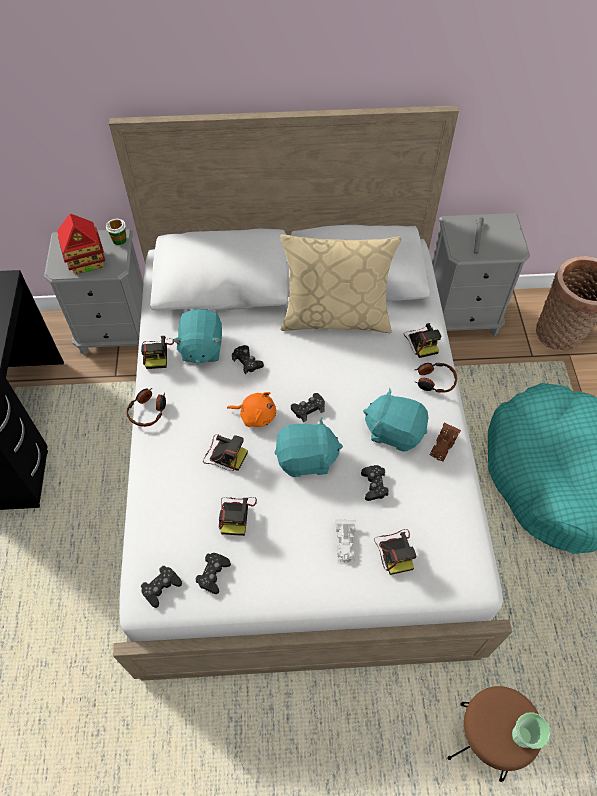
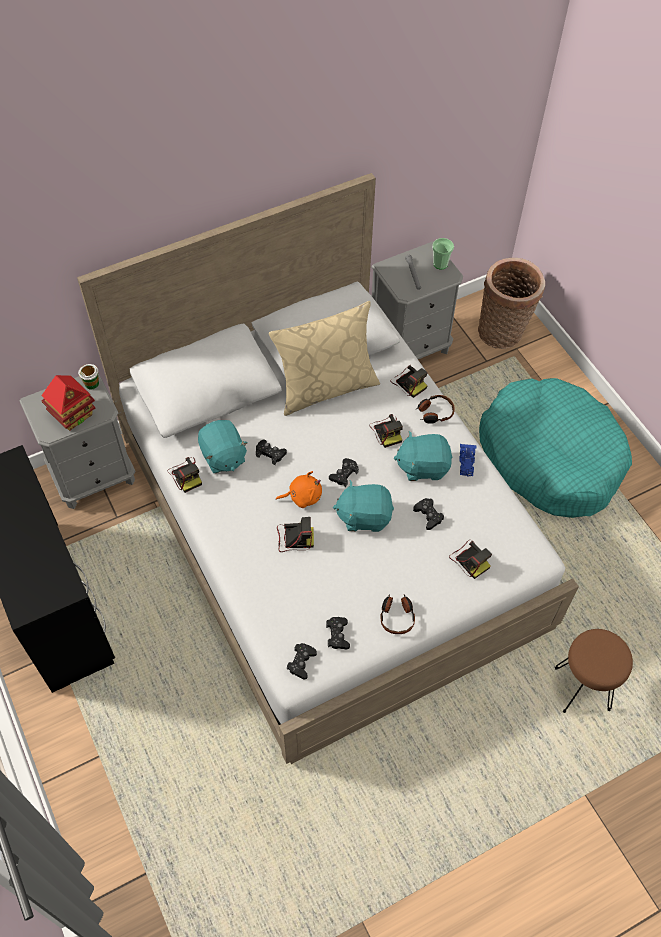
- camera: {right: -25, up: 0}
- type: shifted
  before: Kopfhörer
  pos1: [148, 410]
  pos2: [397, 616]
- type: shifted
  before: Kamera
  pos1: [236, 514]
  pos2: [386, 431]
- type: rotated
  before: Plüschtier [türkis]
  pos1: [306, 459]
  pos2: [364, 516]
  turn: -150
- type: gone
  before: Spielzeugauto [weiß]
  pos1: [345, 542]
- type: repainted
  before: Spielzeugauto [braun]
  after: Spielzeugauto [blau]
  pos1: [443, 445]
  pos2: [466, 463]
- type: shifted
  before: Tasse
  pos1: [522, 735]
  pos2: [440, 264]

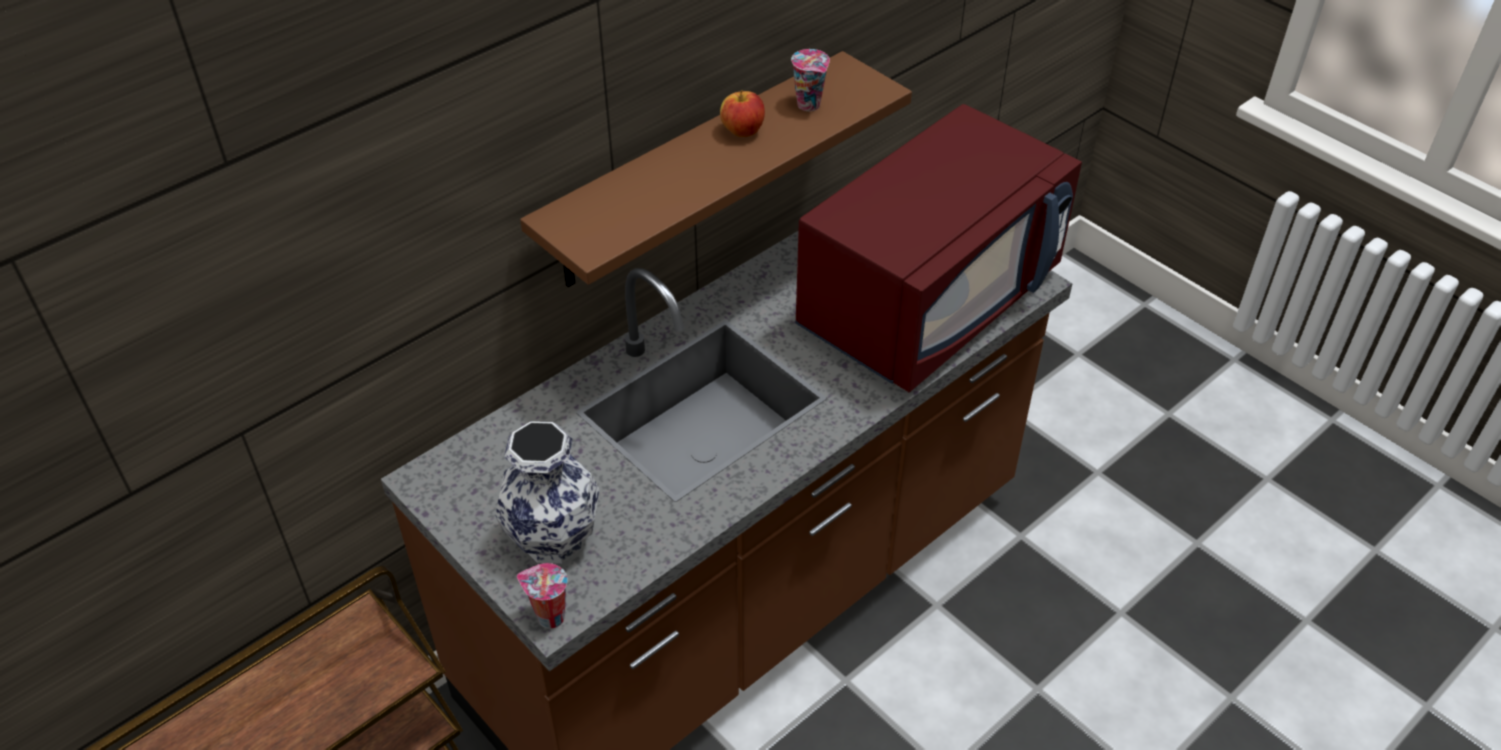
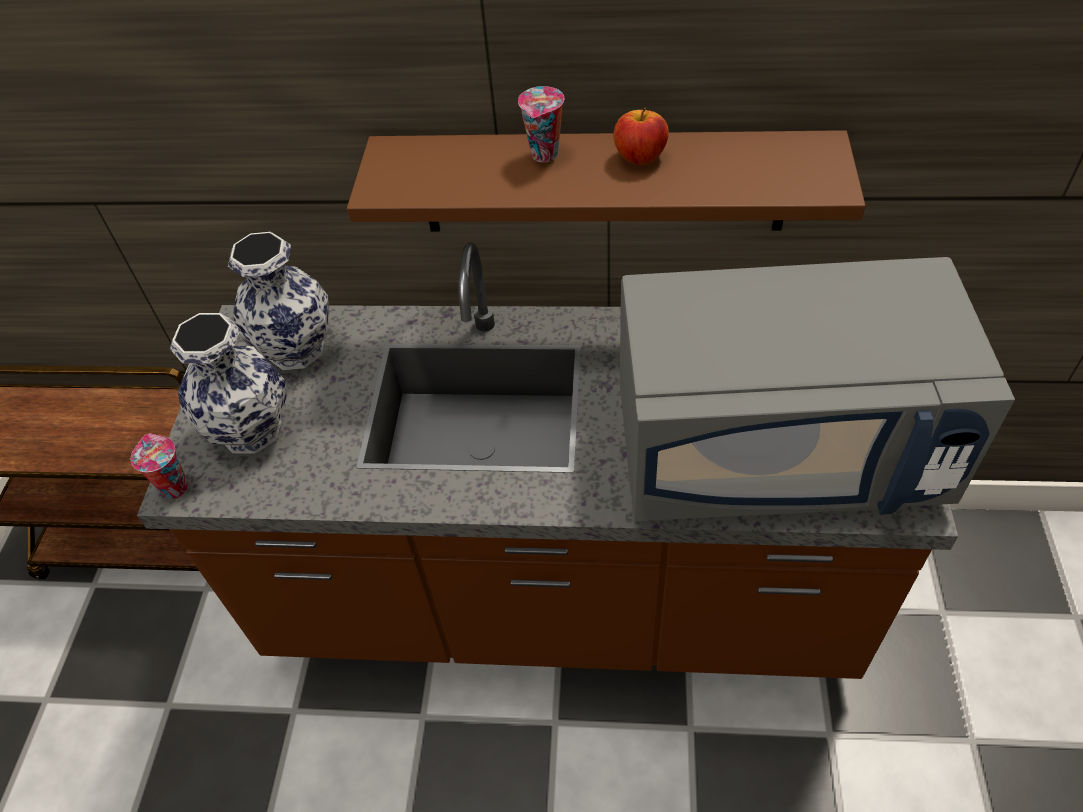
- camera: {right: 50, up: 5}
- type: shifted
  before: Tasse
  pos1: [810, 105]
  pos2: [545, 155]
- type: repainted
  before: Mikrowelle [rot]
  after: Mikrowelle [grau]
  pos1: [929, 301]
  pos2: [777, 450]
- type: new
  after: Vase
  pos2: [297, 348]

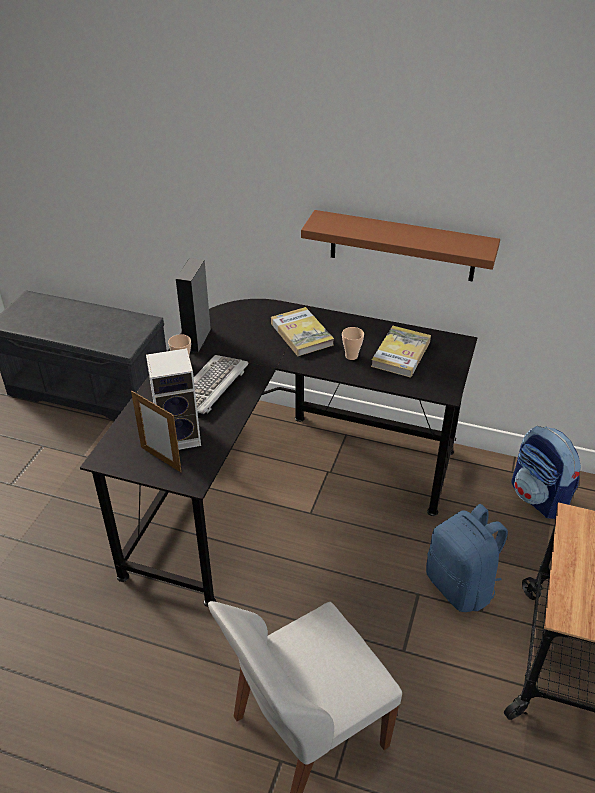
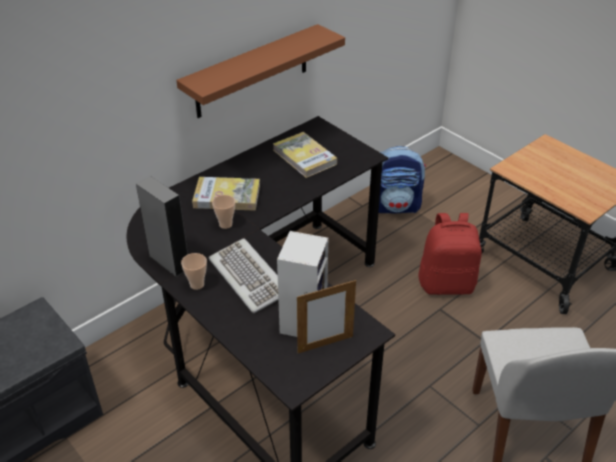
- camera: {right: -60, up: 0}
- type: shifted
  before: Tasse
  pos1: [351, 356]
  pos2: [225, 224]
- type: repainted
  before: Rucksack [blau]
  after: Rucksack [rot]
  pos1: [461, 586]
  pos2: [446, 283]

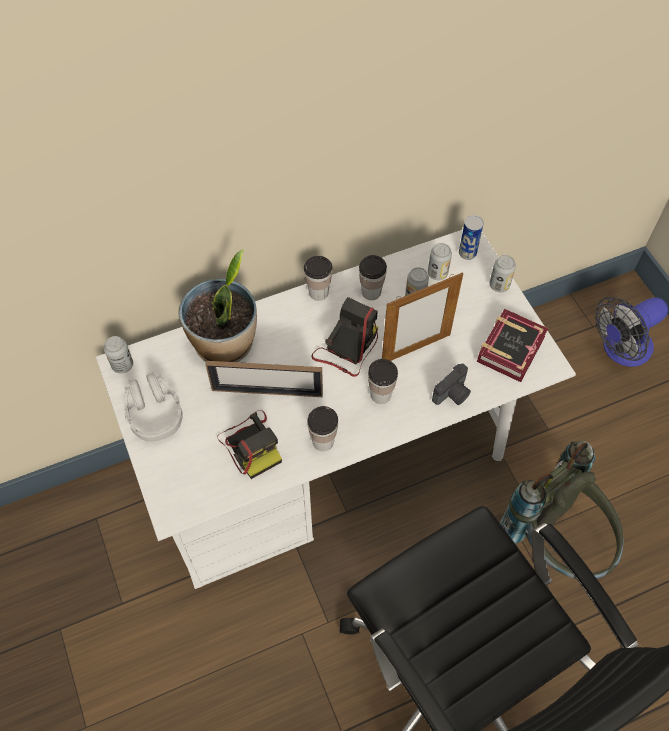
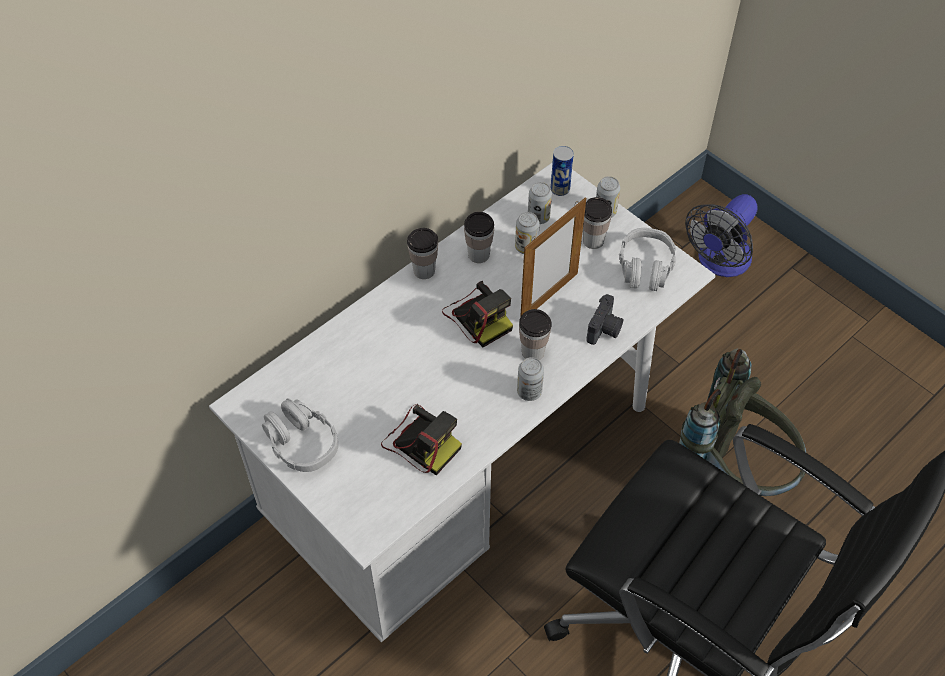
- camera: {right: -20, up: -5}
- type: shifted
  before: Dose
  pos1: [122, 365]
  pos2: [529, 392]
- type: gone
  before: Topfpflanze
  pos1: [225, 344]
- type: gone
  before: Bilderrahmen
  pos1: [267, 392]
- type: shifted
  before: Tasse
  pos1: [323, 441]
  pos2: [593, 240]
- type: rotated
  before: Kamera
  pos1: [347, 348]
  pos2: [478, 316]
  turn: 135
- type: swapped
  before: Buch
  after: Kopfhörer [grau]
  pos1: [513, 347]
  pos2: [645, 267]

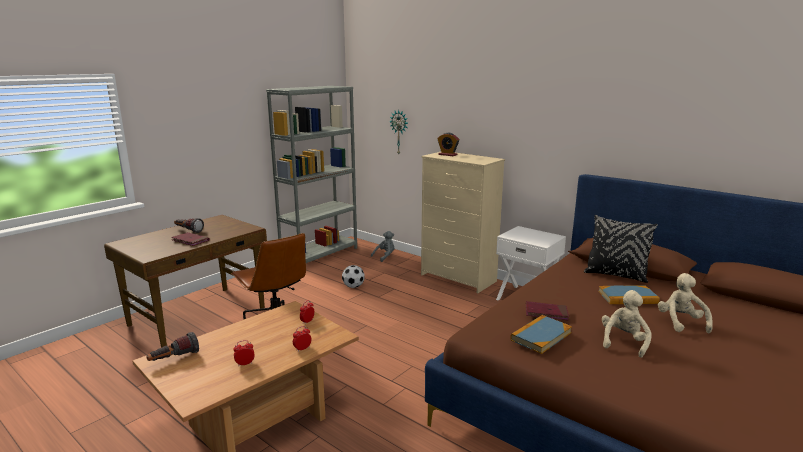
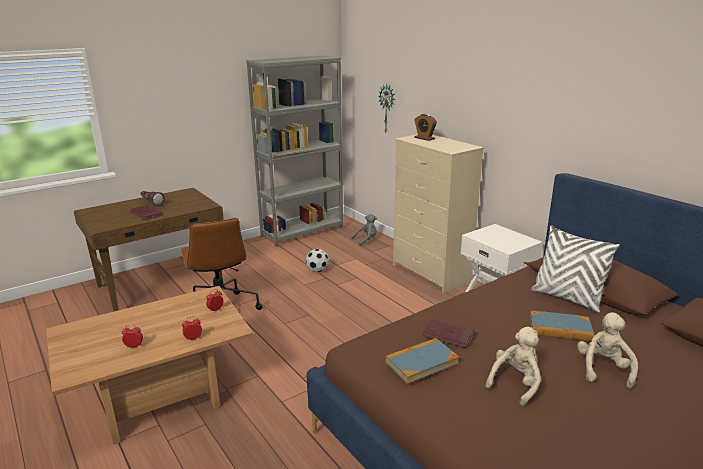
- camera: {right: 15, up: 5}
- type: gone
  before: Taschenlampe
  pos1: [174, 359]
- type: repainted
  before: Kissen [schwarz]
  after: Kissen [weiß]
  pos1: [615, 275]
  pos2: [567, 298]

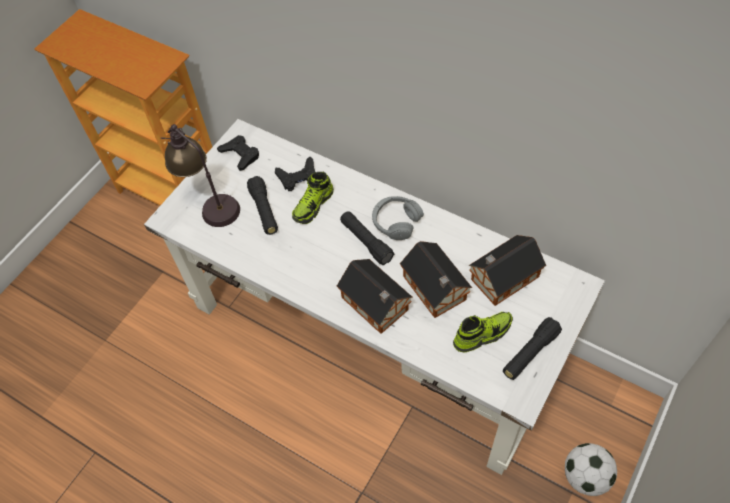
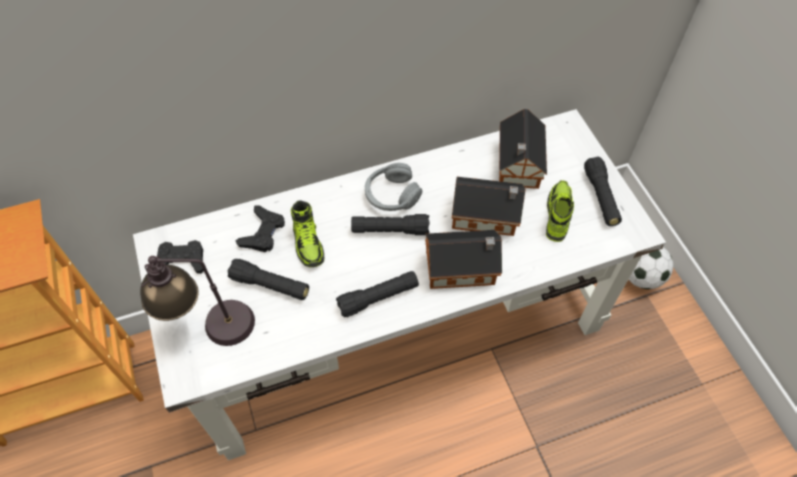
- camera: {right: -55, up: 0}
- type: new
  after: Taschenlampe [schwarz]
  pos2: [378, 298]

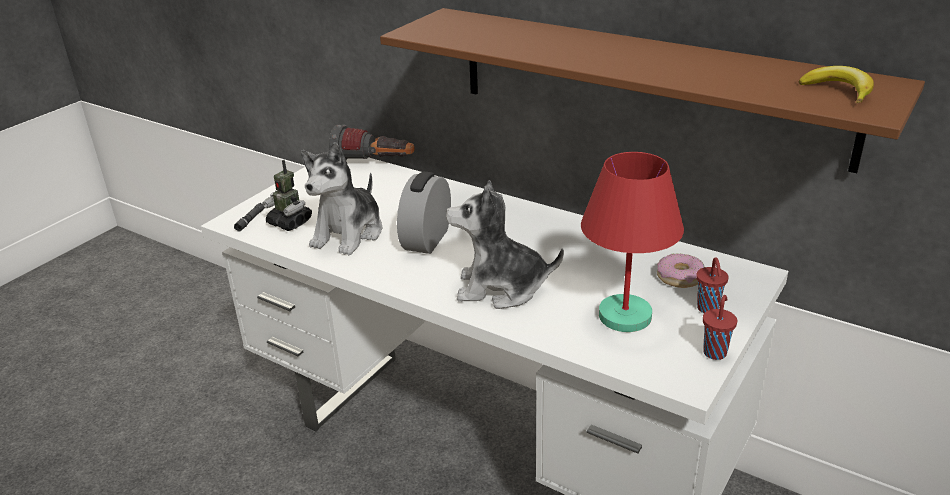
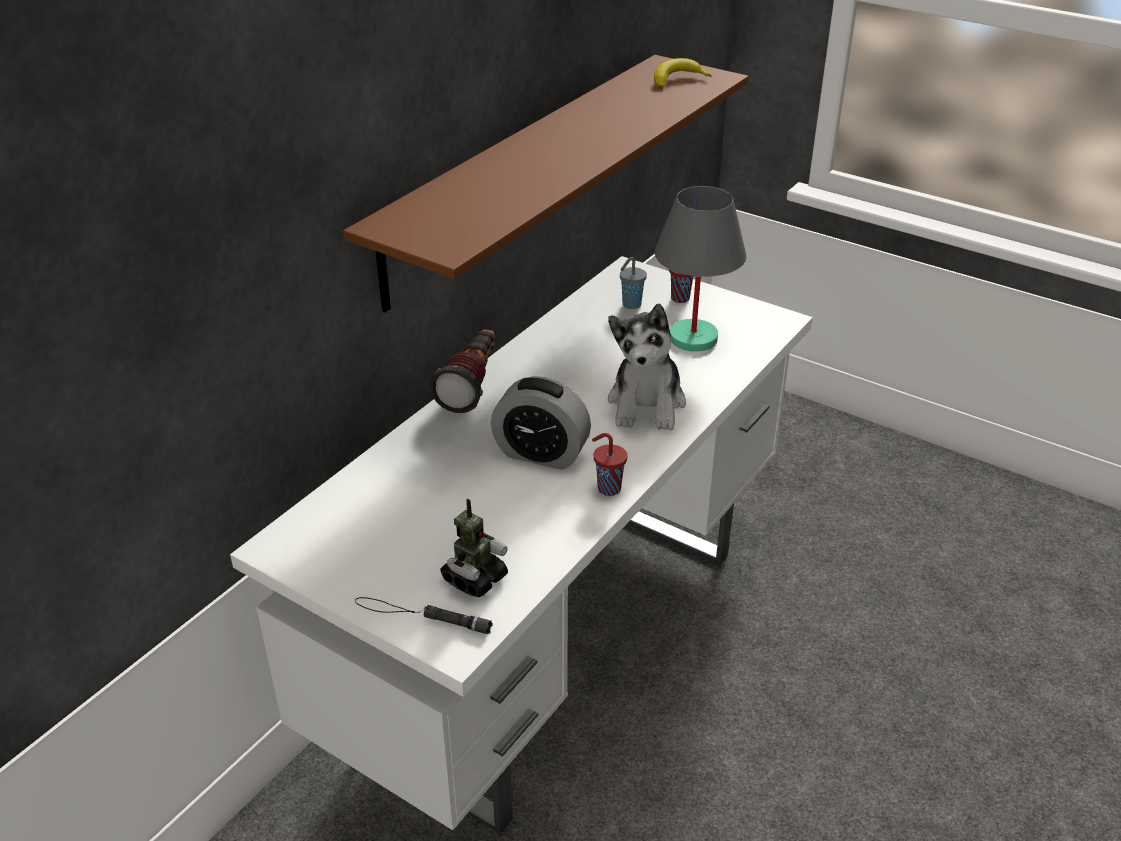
- camera: {right: -90, up: 5}
- type: gone
  before: Plüschtier
  pos1: [349, 233]
- type: shifted
  before: Taschenlampe
  pos1: [374, 163]
  pos2: [472, 385]
- type: repainted
  before: Tischlampe [rot]
  after: Tischlampe [grau]
  pos1: [626, 316]
  pos2: [694, 338]
- type: swapped
  before: Donut
  after: Tasse [grau]
  pos1: [680, 277]
  pos2: [630, 305]
- type: shifted
  before: Tasse [rot]
  pos1: [715, 352]
  pos2: [607, 488]

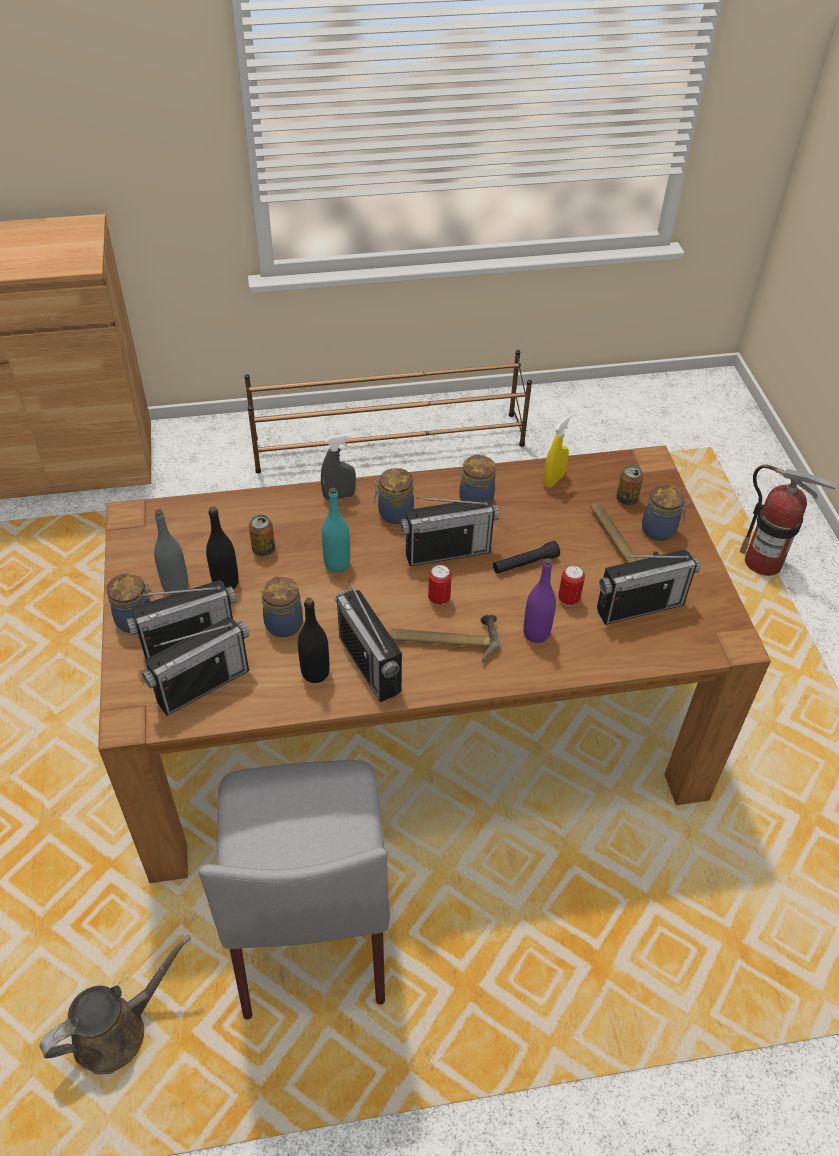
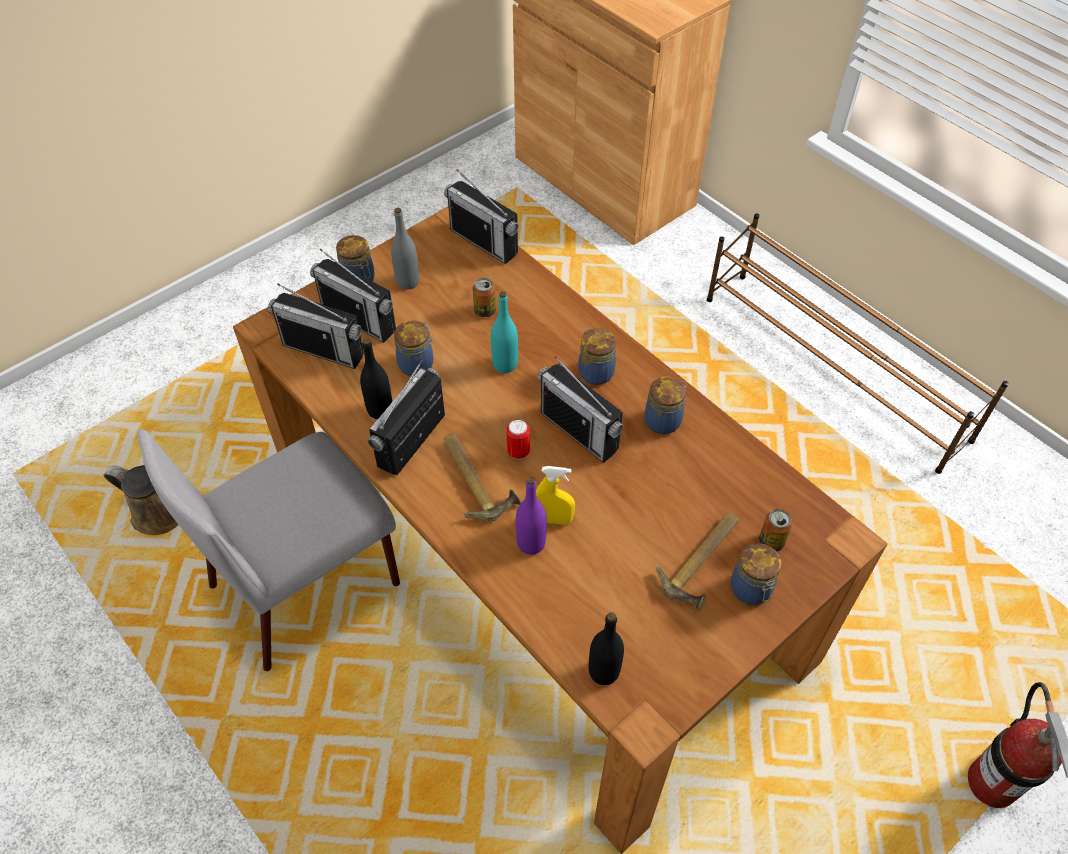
- camera: {right: 60, up: 5}
- type: shifted
  before: Flasche [schwarz]
  pos1: [225, 583]
  pos2: [604, 671]
- type: gone
  before: Sprühflasche [grau]
  pos1: [339, 496]
- type: gone
  before: Taschenlampe [schwarz]
  pos1: [525, 564]
- type: shifted
  before: Sprühflasche [gelb]
  pos1: [553, 480]
  pos2: [553, 519]
- type: gone
  before: Dose
  pos1: [568, 599]
- type: shifted
  before: Radio
  pos1: [639, 607]
  pos2: [484, 242]

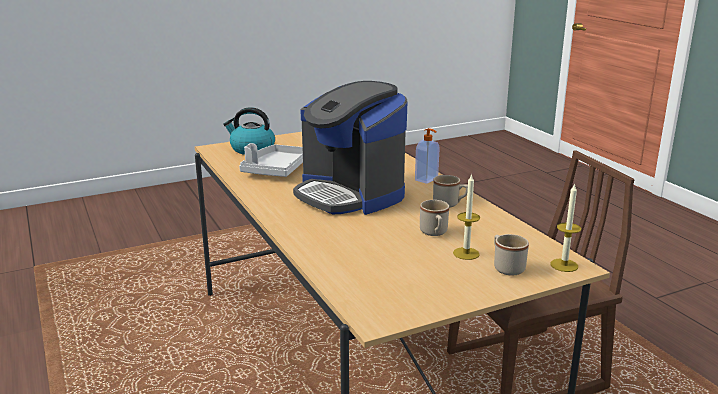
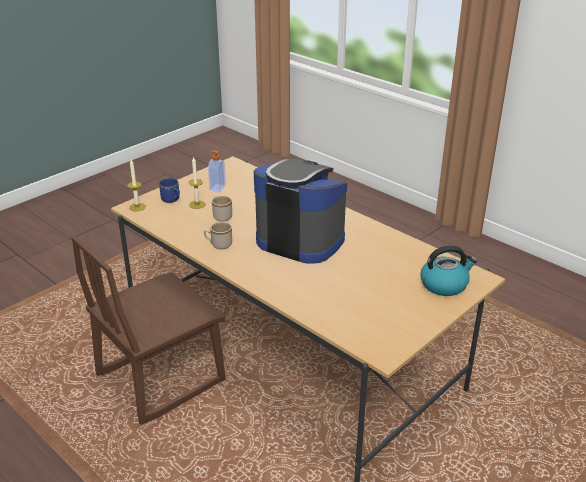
- camera: {right: 160, up: 10}
- type: gone
  before: Tablett [grau]
  pos1: [276, 170]
- type: shifted
  before: Seifenspender
  pos1: [427, 179]
  pos2: [217, 188]
- type: repainted
  before: Henkelbecher [beige]
  after: Henkelbecher [blau]
  pos1: [506, 267]
  pos2: [172, 200]

